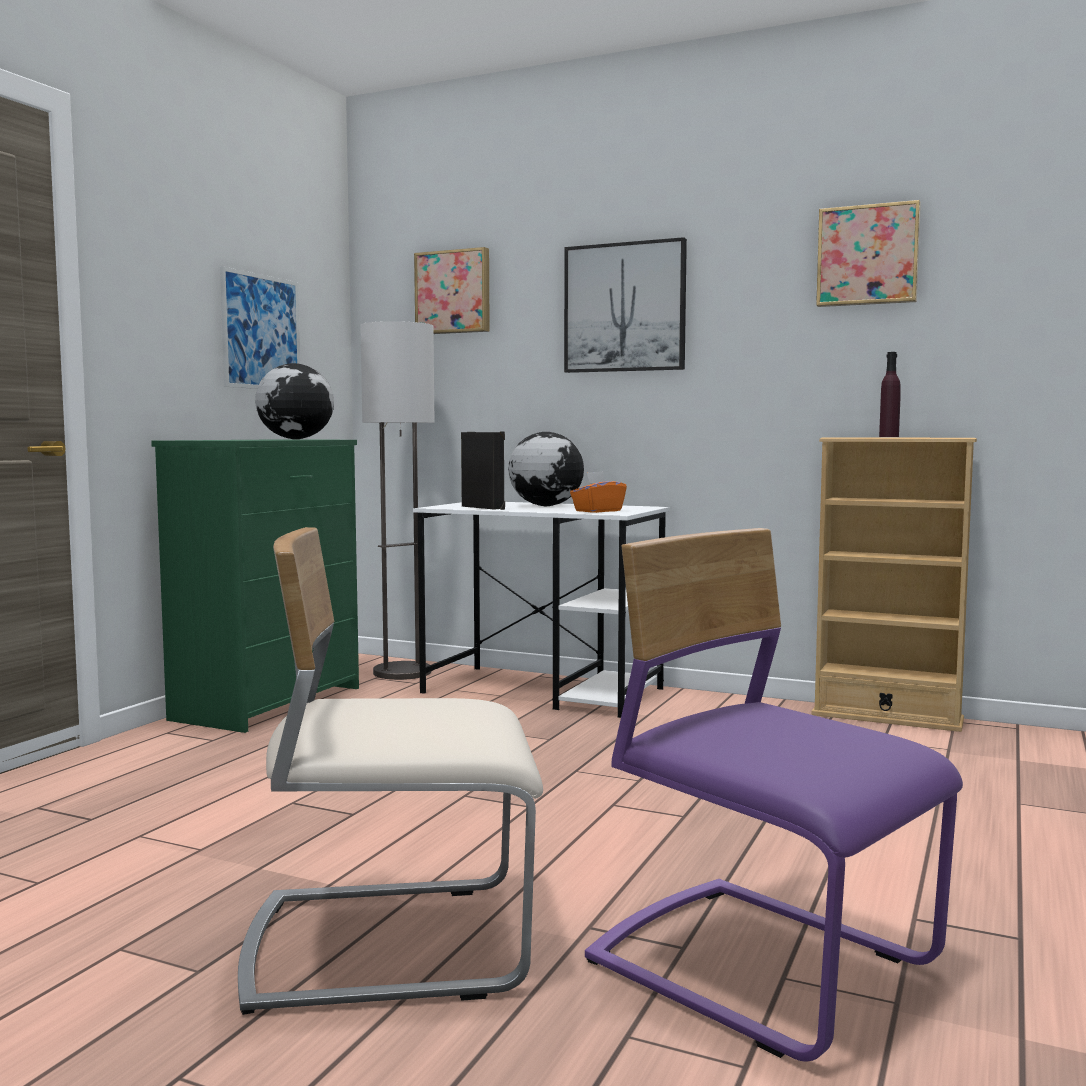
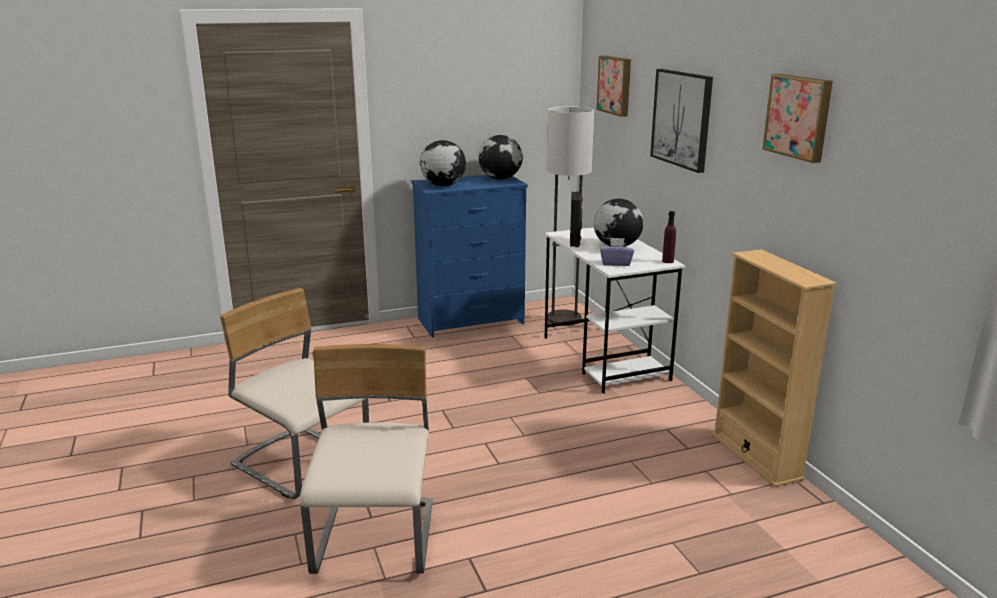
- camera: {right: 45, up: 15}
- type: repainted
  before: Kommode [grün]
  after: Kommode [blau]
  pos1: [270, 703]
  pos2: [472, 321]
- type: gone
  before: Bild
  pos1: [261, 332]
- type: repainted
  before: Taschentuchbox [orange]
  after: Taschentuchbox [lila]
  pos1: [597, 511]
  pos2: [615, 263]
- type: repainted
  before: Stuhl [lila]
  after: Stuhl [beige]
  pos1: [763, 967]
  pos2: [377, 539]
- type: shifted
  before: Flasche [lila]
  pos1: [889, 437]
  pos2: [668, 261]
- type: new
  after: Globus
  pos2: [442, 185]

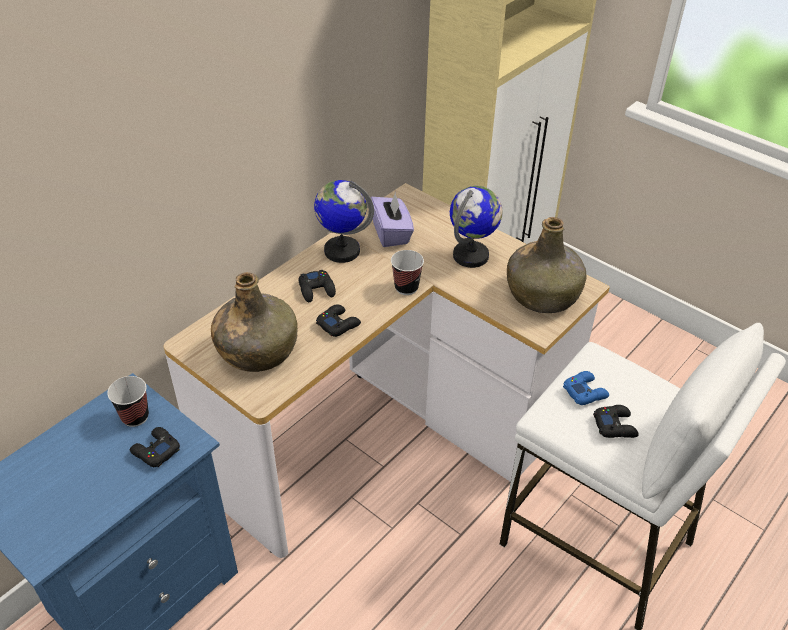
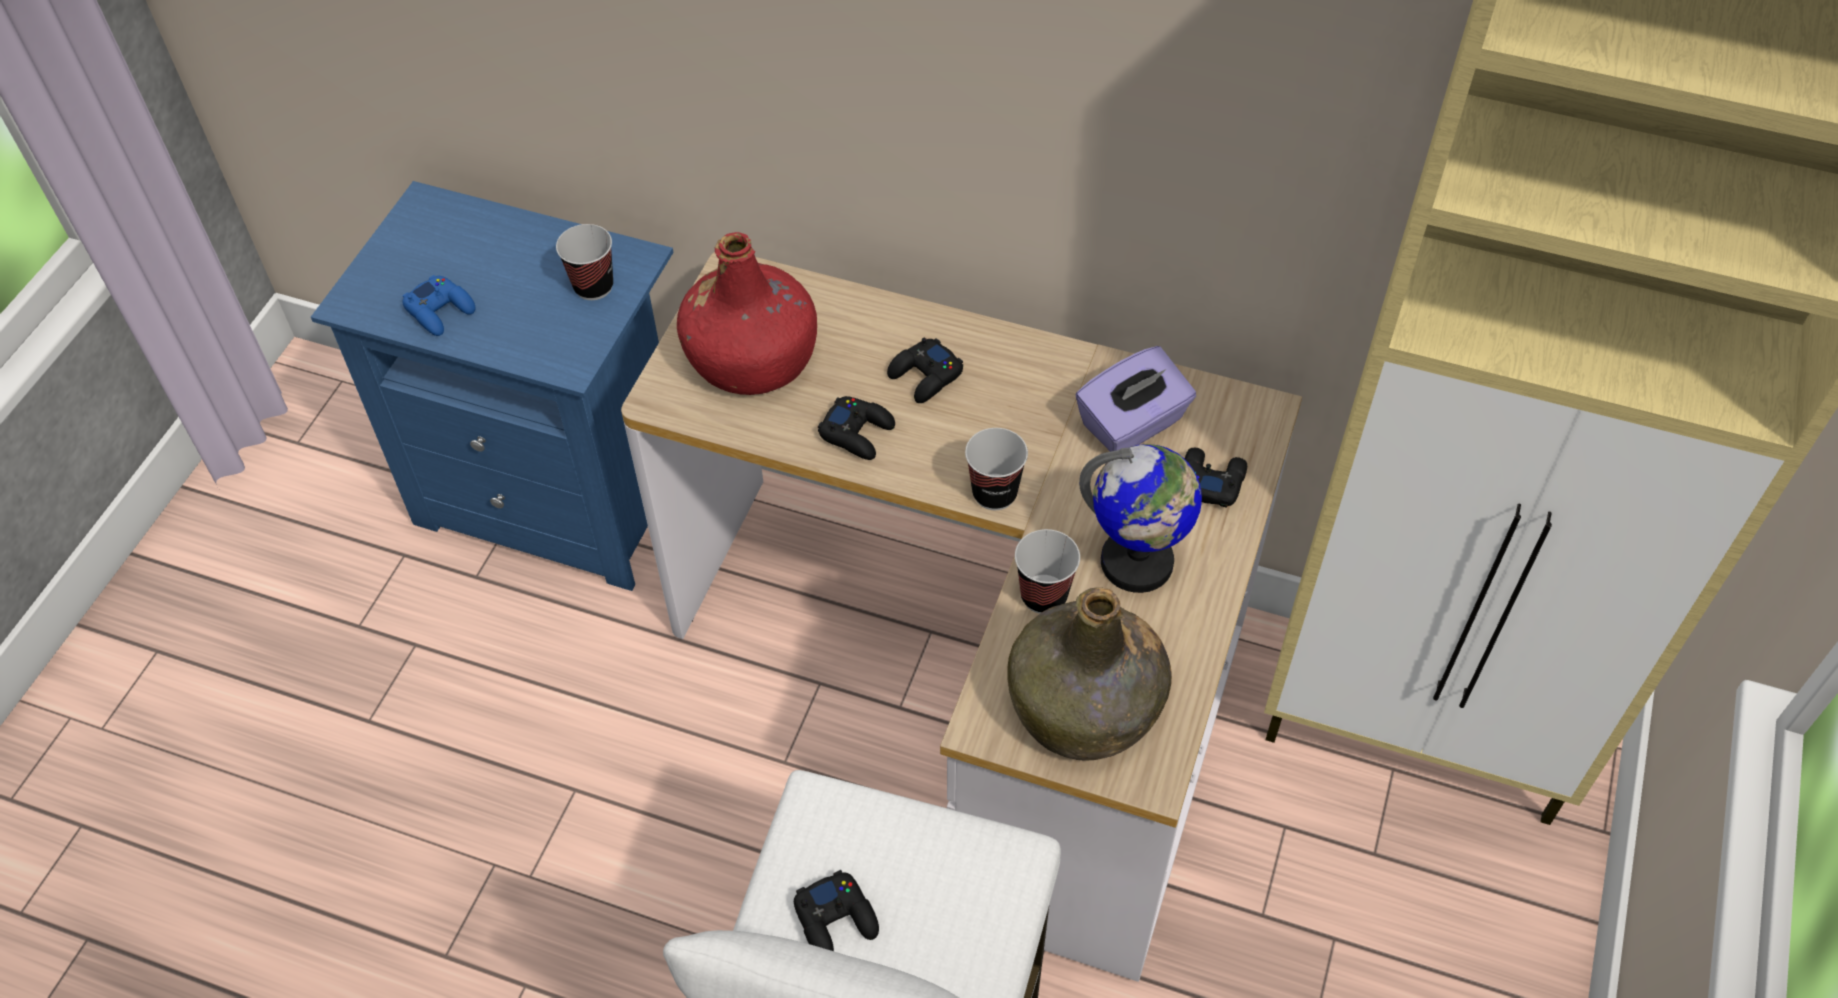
- camera: {right: 70, up: 10}
- type: shifted
  before: Gamepad [schwarz]
  pos1: [155, 451]
  pos2: [1210, 481]
- type: repainted
  before: Flasche [grün]
  after: Flasche [rot]
  pos1: [257, 351]
  pos2: [752, 357]
- type: gone
  before: Globus
  pos1: [341, 251]
- type: shifted
  before: Gamepad [blau]
  pos1: [585, 392]
  pos2: [440, 310]
- type: new
  after: Tasse
  pos2: [1044, 596]

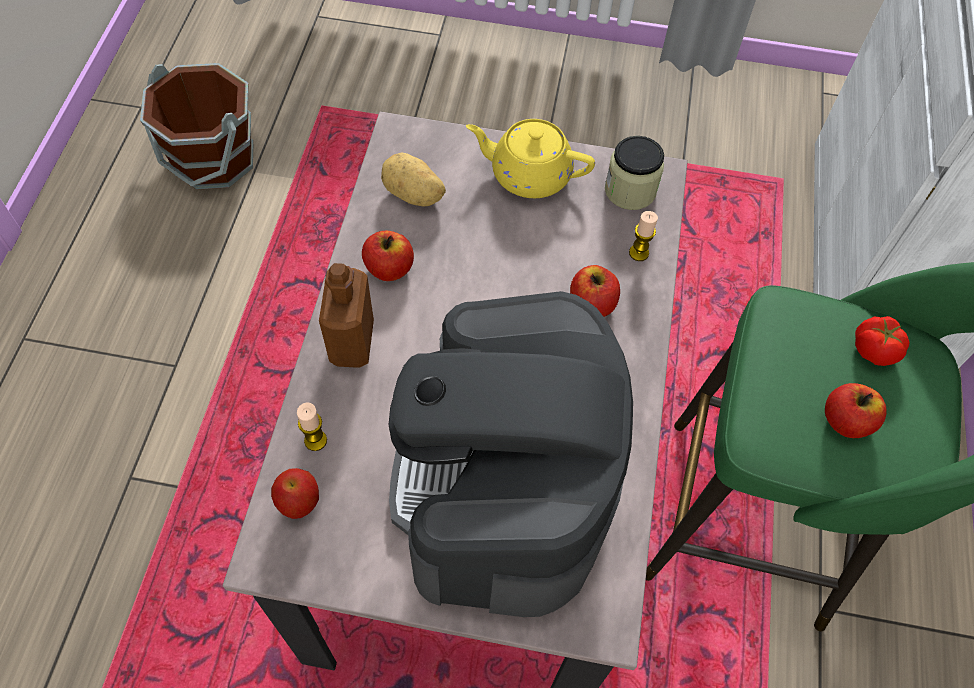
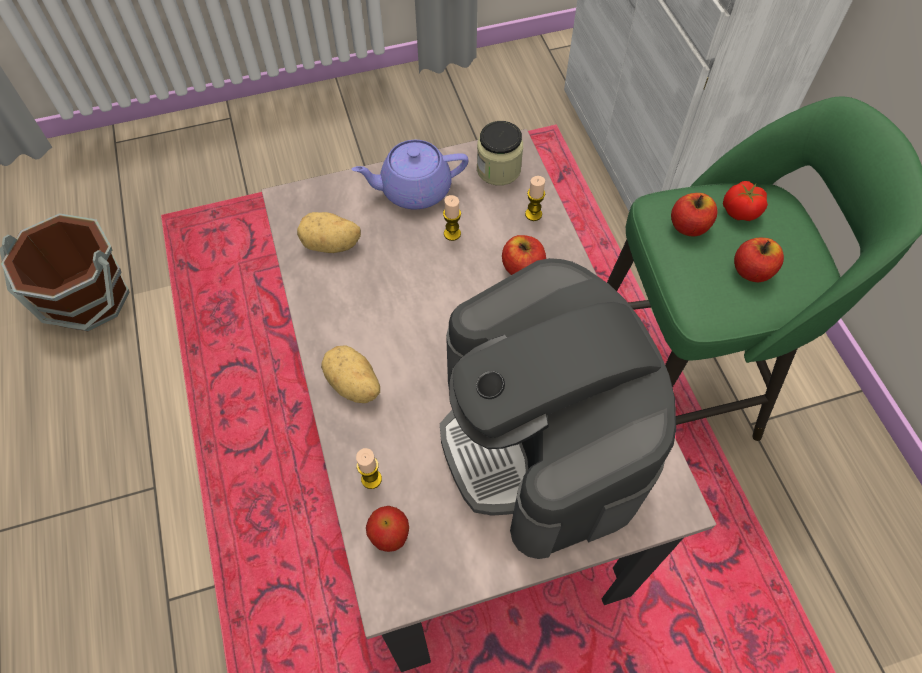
- camera: {right: -25, up: 0}
- type: swapped
  before: Flasche [braun]
  after: Kartoffel
  pos1: [352, 342]
  pos2: [353, 385]
- type: shifted
  before: Apfel
  pos1: [389, 268]
  pos2: [689, 226]
- type: repainted
  before: Teekanne [gelb]
  after: Teekanne [lila]
  pos1: [528, 174]
  pos2: [414, 189]
- type: new
  after: Kerze
  pos2: [452, 233]

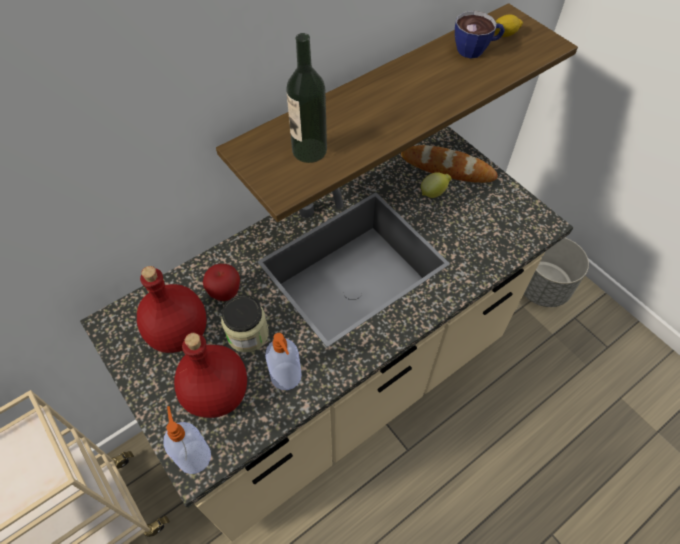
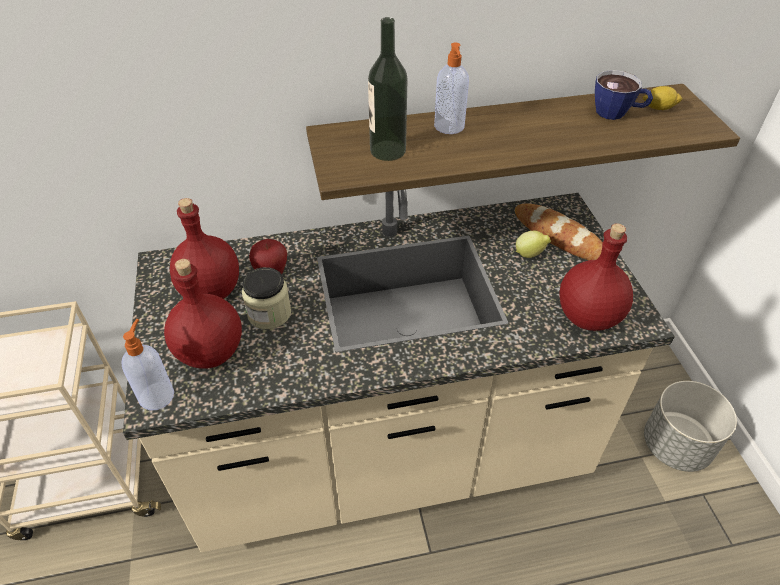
- camera: {right: 25, up: -10}
- type: shifted
  before: Seifenspender
  pos1: [286, 377]
  pos2: [449, 127]
- type: new
  after: Flasche [rot]
  pos2: [588, 317]

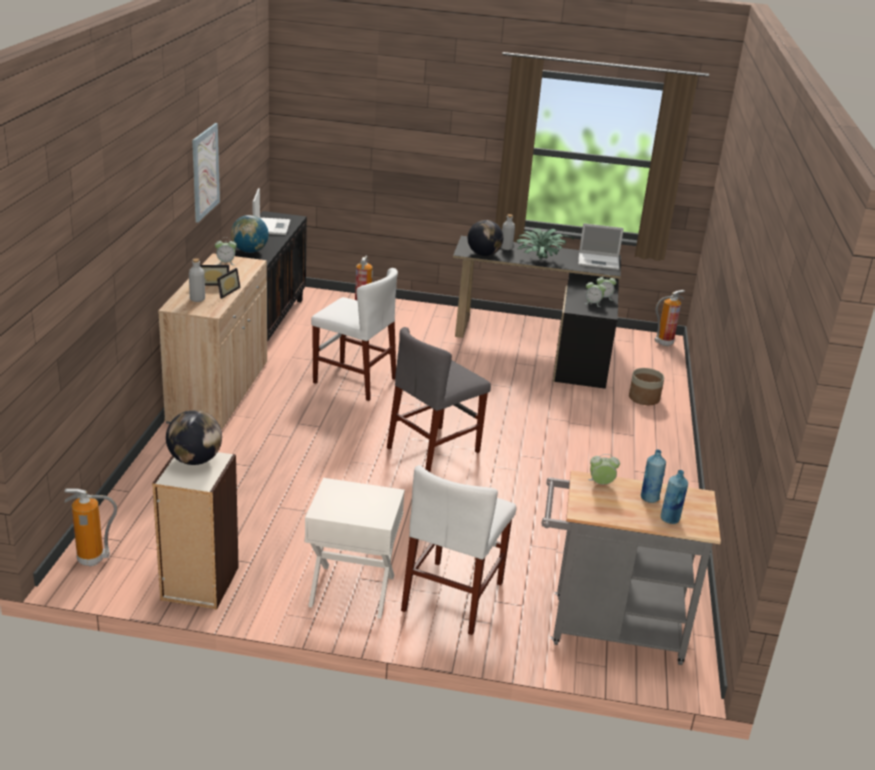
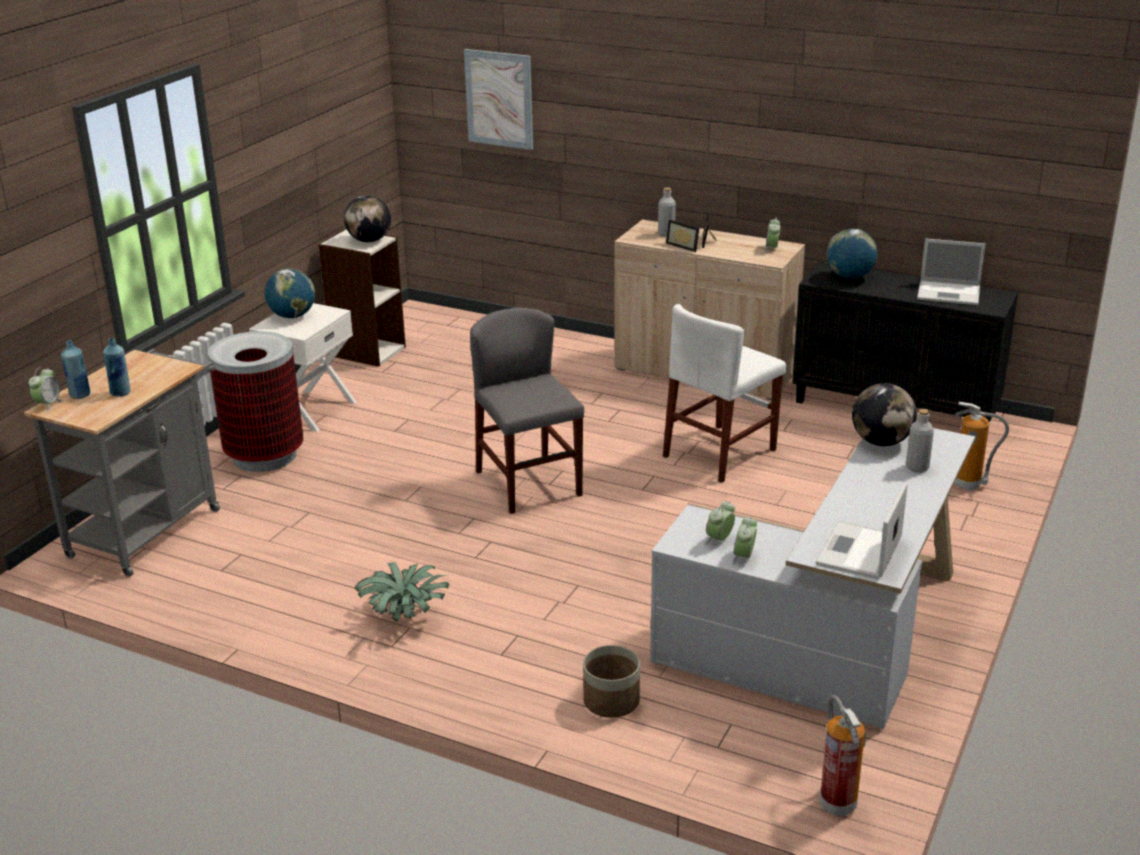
- camera: {right: 110, up: 0}
- type: gone
  before: Feuerlöscher
  pos1: [92, 560]
- type: shifted
  before: Bild
  pos1: [205, 172]
  pos2: [499, 99]
- type: swapped
  before: Stuhl [weiß]
  after: Mülleimer
  pos1: [453, 596]
  pos2: [265, 455]
- type: repainted
  before: Schreibtisch [schwarz]
  after: Schreibtisch [weiß]
  pos1: [543, 344]
  pos2: [831, 637]
- type: shifted
  before: Topfpflanze
  pos1: [540, 261]
  pos2: [405, 617]
- type: shifted
  before: Wecker
  pos1: [601, 484]
  pos2: [48, 404]
- type: new
  after: Globus
  pos2: [292, 316]

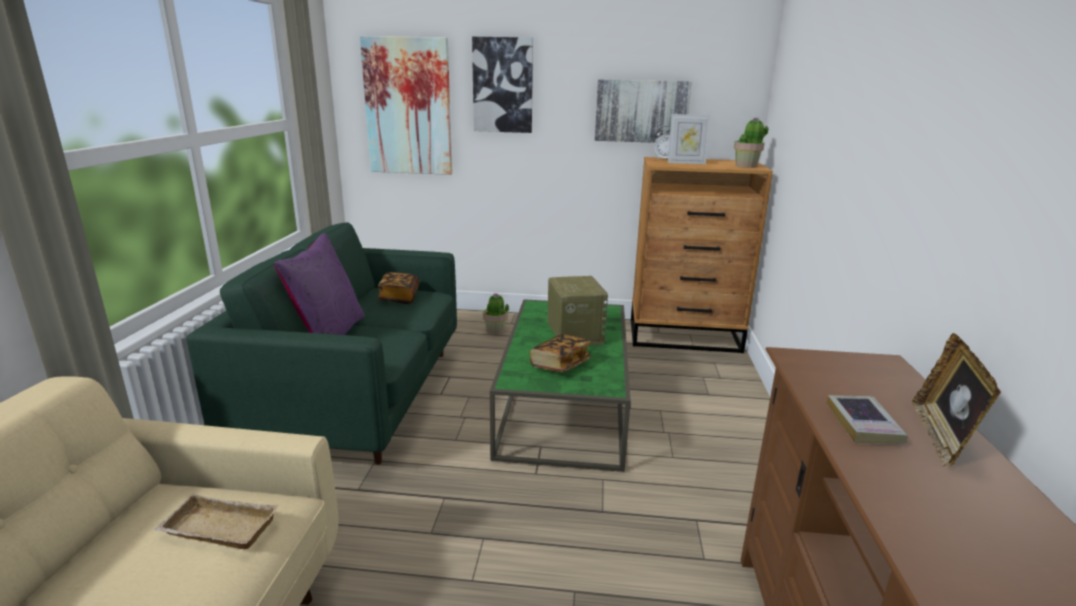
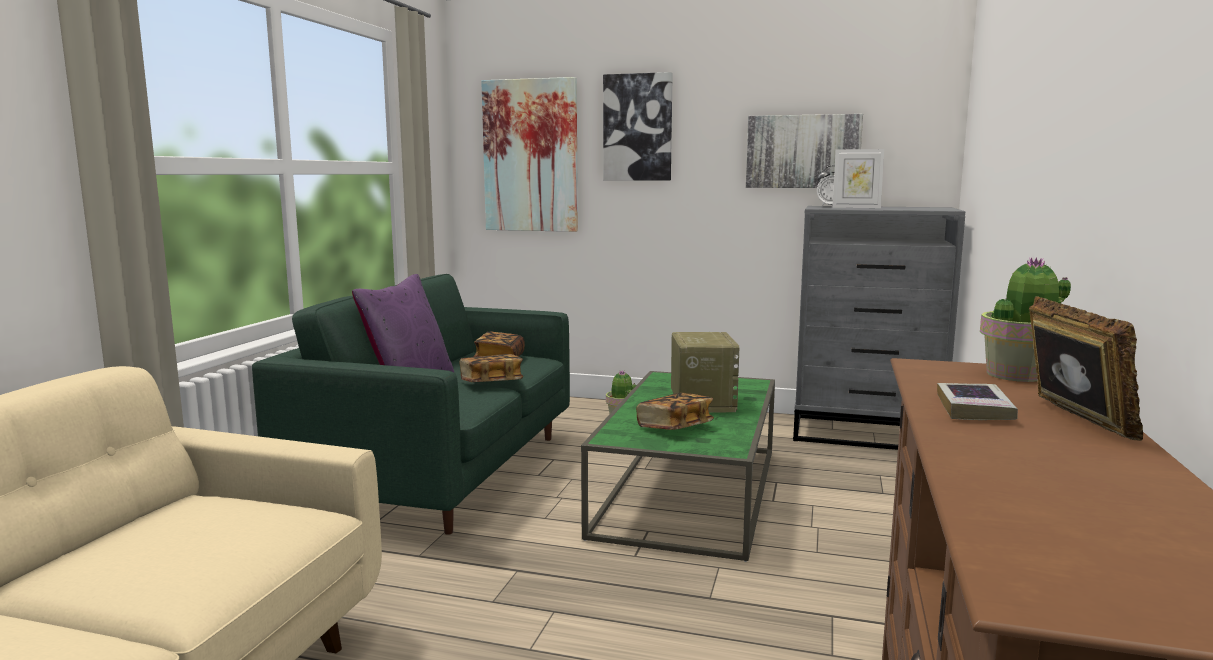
- camera: {right: 10, up: -10}
- type: gone
  before: Tablett [beige]
  pos1: [217, 530]
- type: repainted
  before: Kommode [braun]
  after: Kommode [grau]
  pos1: [685, 336]
  pos2: [866, 434]
- type: shifted
  before: Topfpflanze
  pos1: [746, 166]
  pos2: [1016, 375]
- type: rotated
  before: Bilderrahmen
  pos1: [941, 436]
  pos2: [1071, 420]
  turn: 150
- type: new
  after: Buch
  pos2: [491, 382]

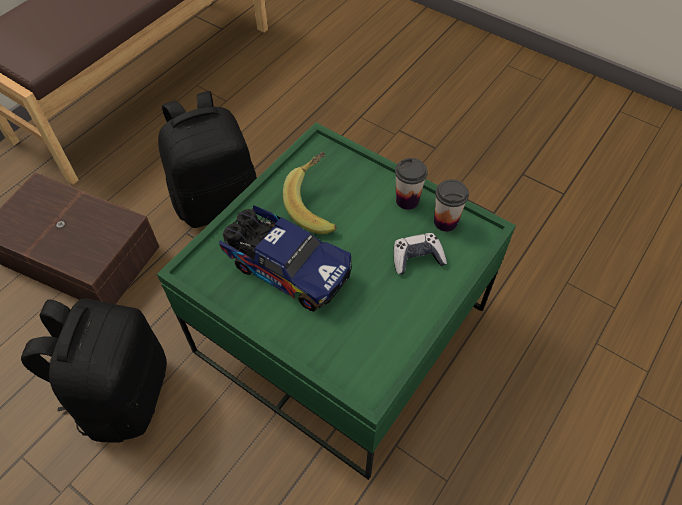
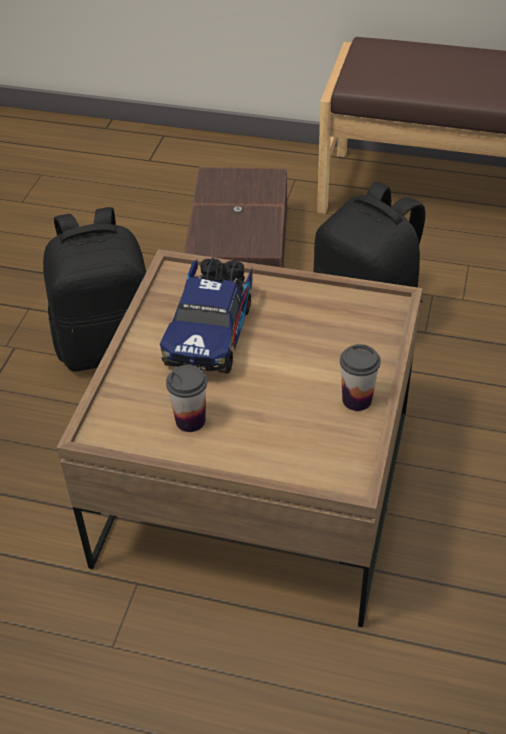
- camera: {right: 70, up: -10}
- type: repainted
  before: Couchtisch [grün]
  after: Couchtisch [braun]
  pos1: [340, 330]
  pos2: [257, 487]
- type: gone
  before: Banane
  pos1: [317, 205]
- type: gone
  before: Gamepad
  pos1: [417, 258]
- type: shifted
  before: Tasse
  pos1: [445, 222]
  pos2: [190, 420]

